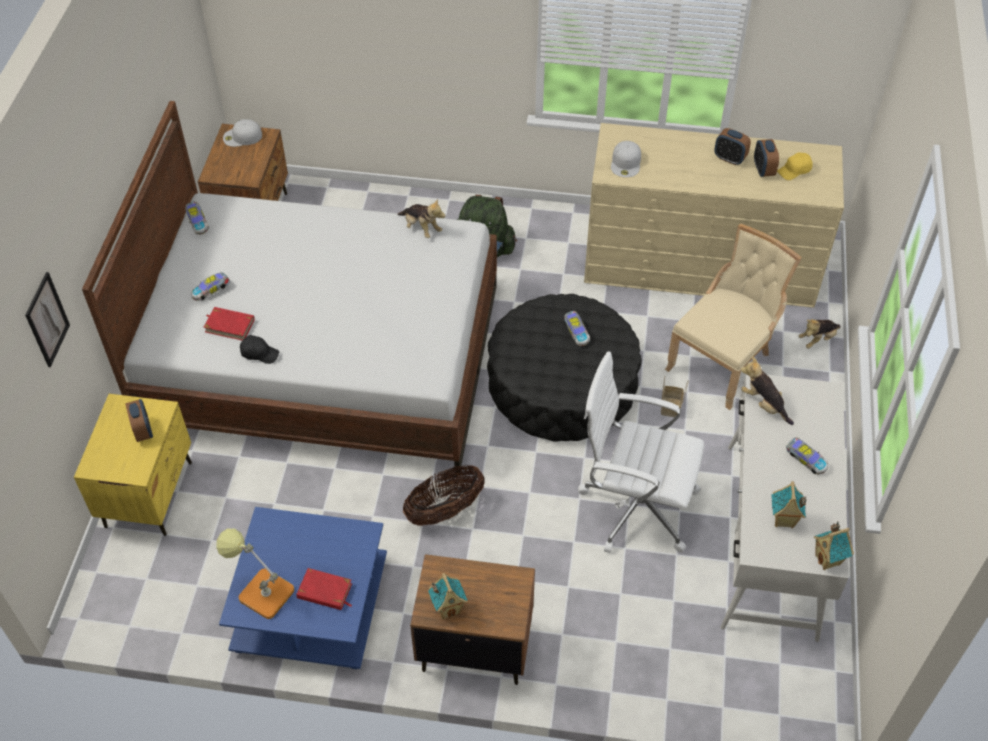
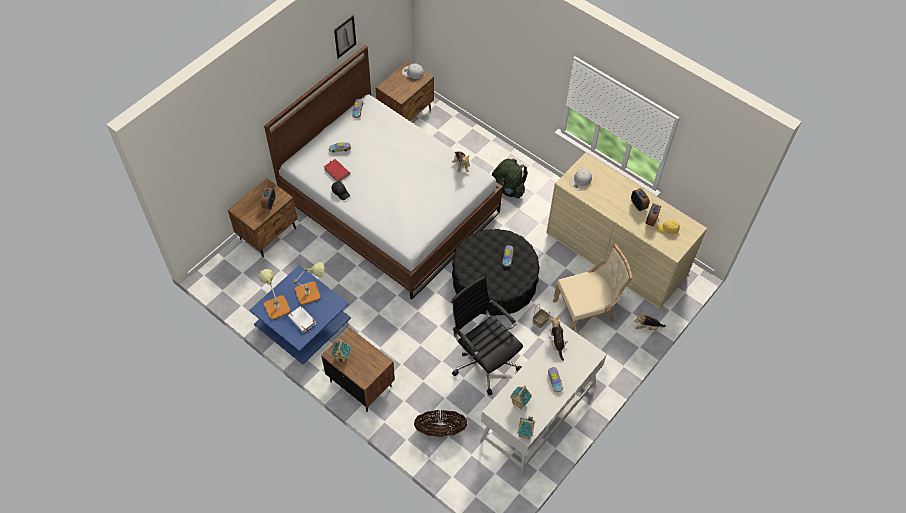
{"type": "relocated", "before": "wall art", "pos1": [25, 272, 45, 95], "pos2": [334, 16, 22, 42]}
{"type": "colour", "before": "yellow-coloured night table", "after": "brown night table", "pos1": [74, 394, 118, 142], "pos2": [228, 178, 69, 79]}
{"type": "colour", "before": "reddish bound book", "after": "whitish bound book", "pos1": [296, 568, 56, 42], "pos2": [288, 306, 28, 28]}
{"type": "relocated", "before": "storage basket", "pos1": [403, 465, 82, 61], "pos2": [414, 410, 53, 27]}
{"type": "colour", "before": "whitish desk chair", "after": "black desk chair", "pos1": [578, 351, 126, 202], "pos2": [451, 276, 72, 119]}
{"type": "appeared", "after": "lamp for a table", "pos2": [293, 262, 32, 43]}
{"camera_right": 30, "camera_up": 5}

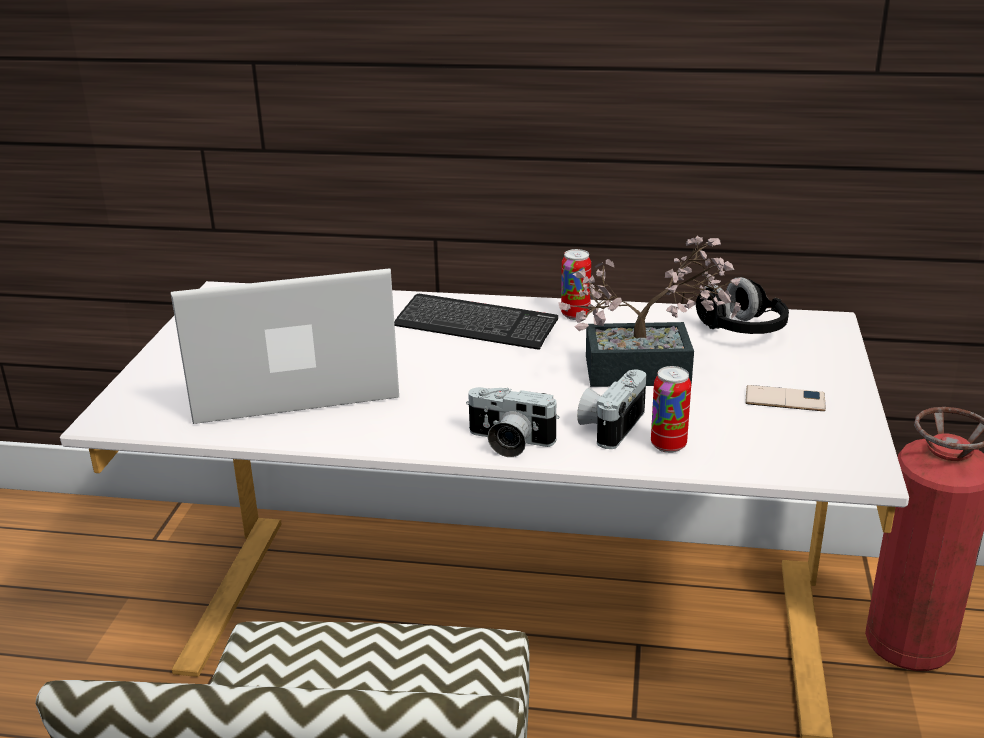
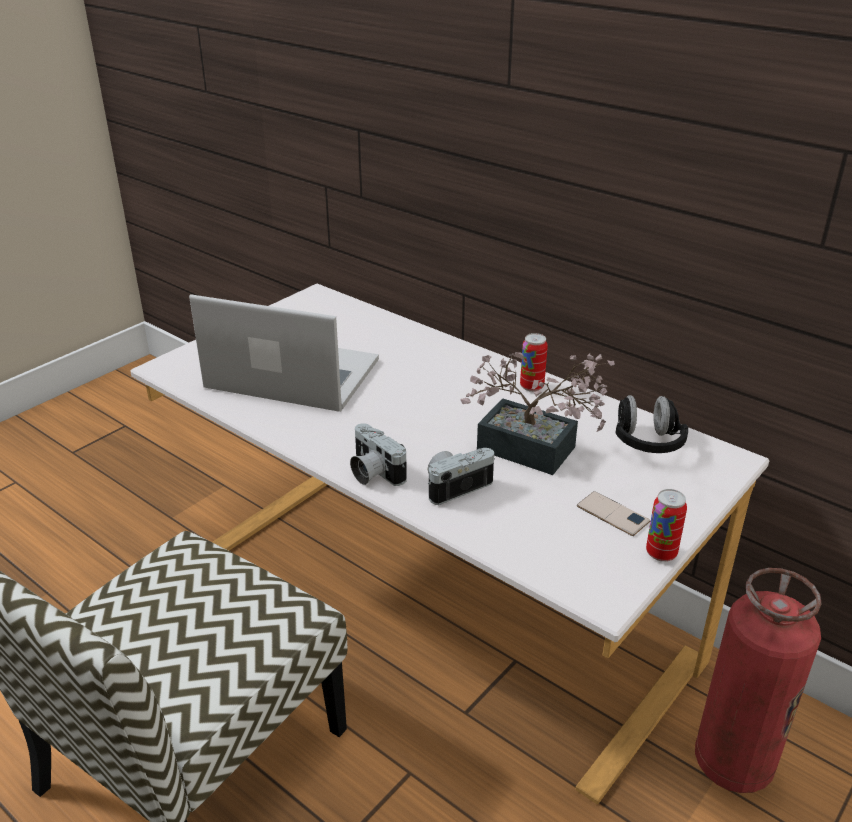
{"type": "missing", "before": "keyboard", "pos1": [394, 294, 164, 56]}
{"type": "relocated", "before": "can", "pos1": [651, 366, 40, 87], "pos2": [646, 489, 41, 73]}
{"camera_right": 30, "camera_up": 5}

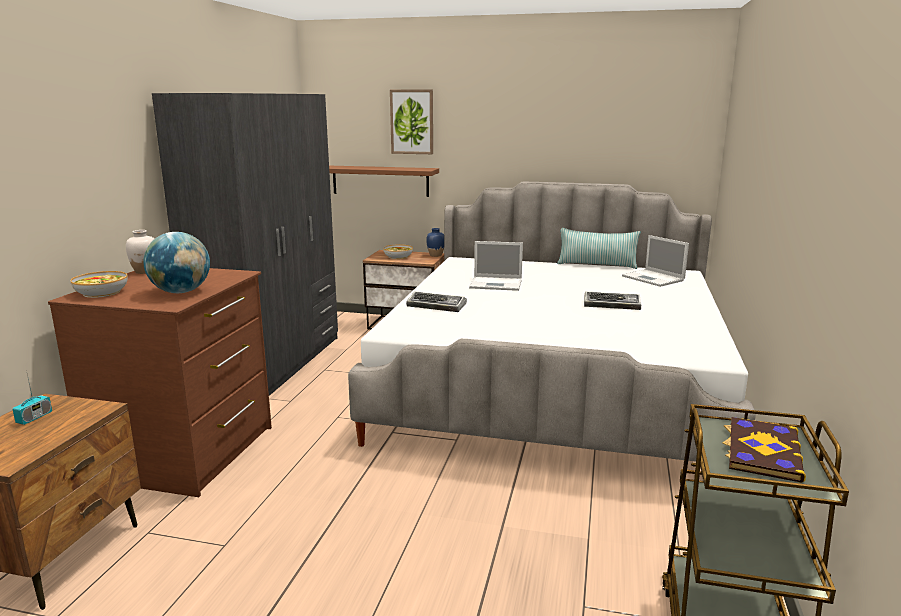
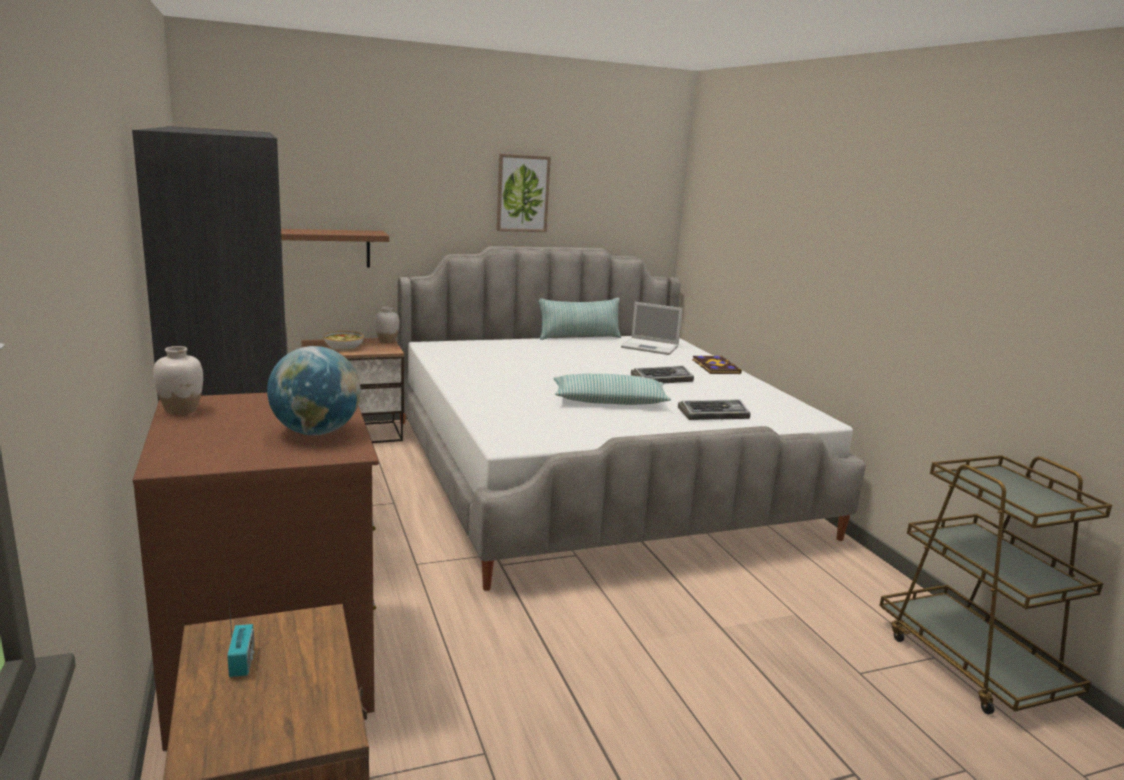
{"type": "missing", "before": "bowl", "pos1": [70, 271, 58, 27]}
{"type": "relocated", "before": "wall art", "pos1": [390, 89, 43, 65], "pos2": [496, 154, 55, 78]}
{"type": "relocated", "before": "keyboard", "pos1": [406, 291, 61, 21], "pos2": [678, 399, 73, 21]}
{"type": "colour", "before": "blue flower vase", "after": "whitish flower vase", "pos1": [426, 228, 18, 29], "pos2": [375, 307, 25, 36]}
{"type": "missing", "before": "portable computer", "pos1": [469, 241, 54, 50]}
{"type": "relocated", "before": "bound book", "pos1": [722, 417, 84, 66], "pos2": [692, 356, 50, 18]}
{"type": "appeared", "after": "cushion", "pos2": [554, 374, 117, 31]}
{"camera_right": -35, "camera_up": 0}

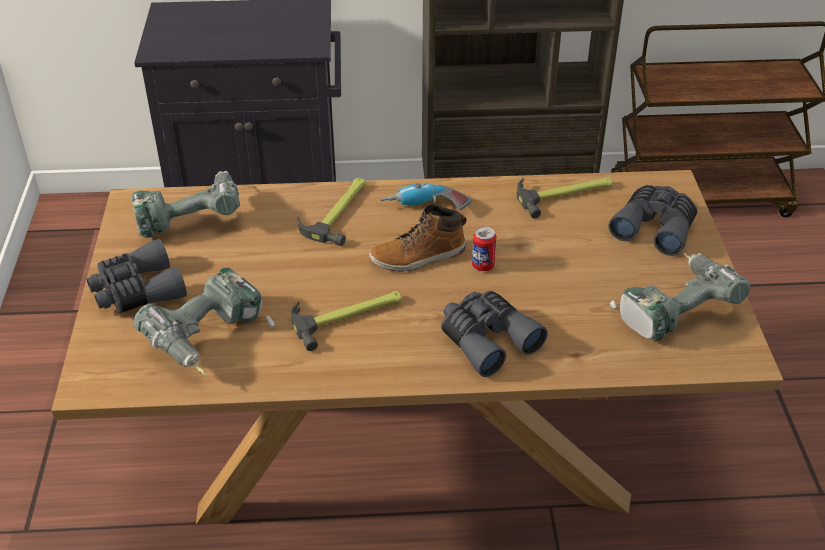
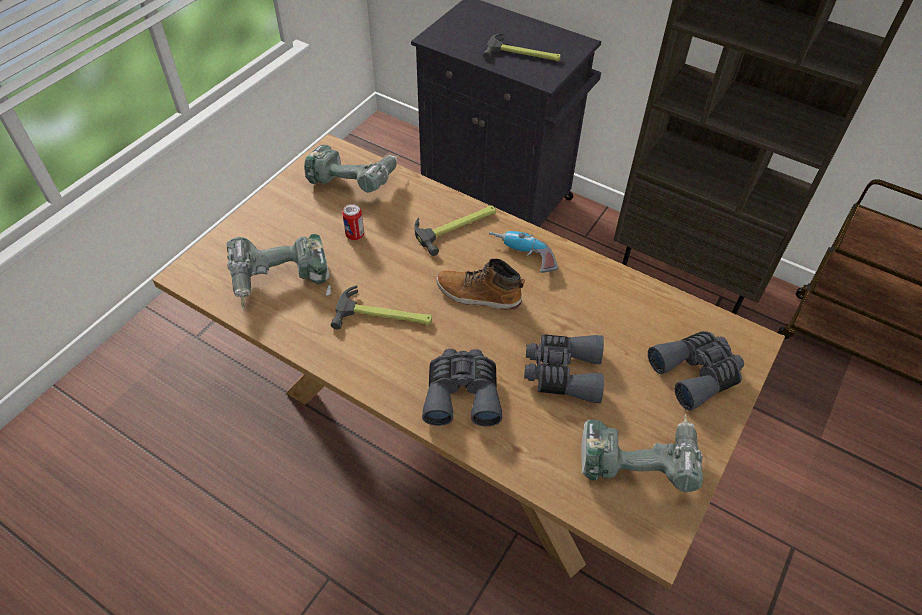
{"type": "relocated", "before": "gray pair of binoculars", "pos1": [87, 239, 100, 74], "pos2": [524, 335, 80, 68]}
{"type": "relocated", "before": "can", "pos1": [472, 227, 24, 44], "pos2": [342, 204, 22, 36]}
{"type": "relocated", "before": "hand hammer", "pos1": [517, 177, 96, 41], "pos2": [483, 33, 78, 28]}
{"camera_right": 35, "camera_up": 10}

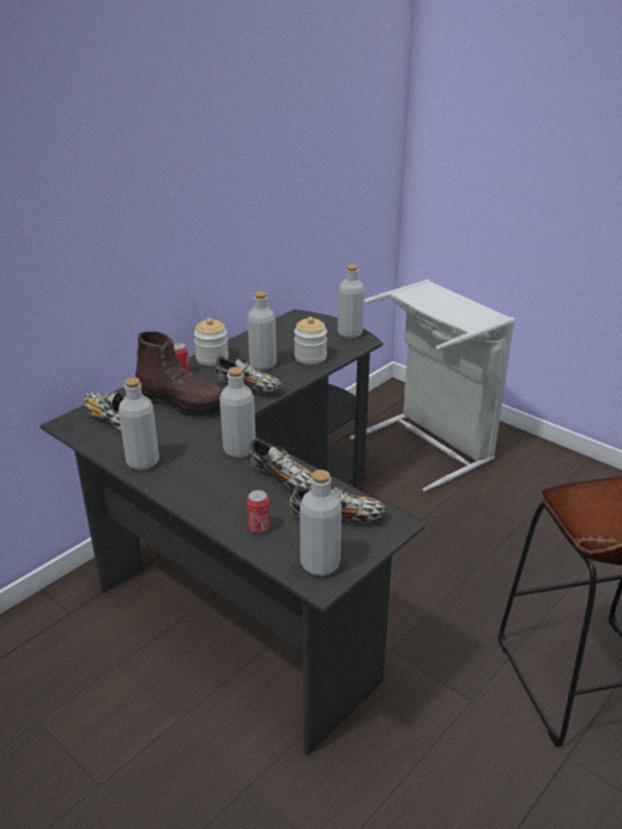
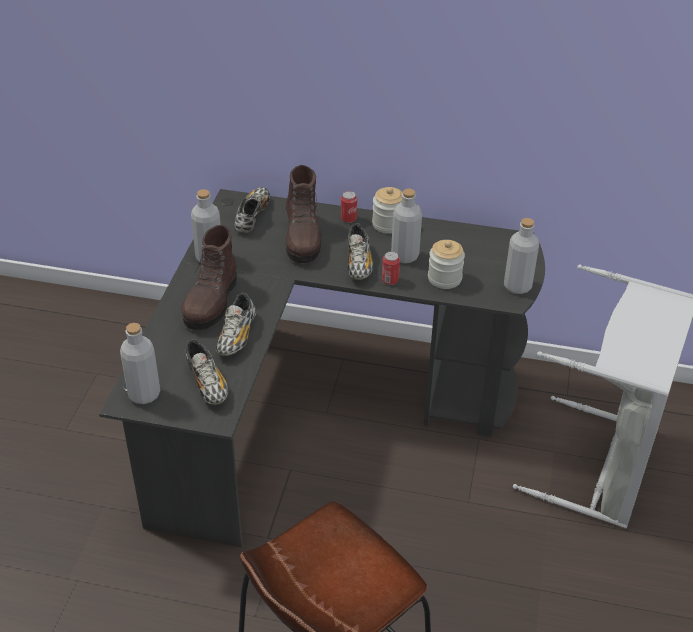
{"type": "missing", "before": "gray beverage bottle", "pos1": [220, 367, 36, 91]}
{"type": "relocated", "before": "can", "pos1": [246, 490, 24, 44], "pos2": [382, 251, 18, 34]}
{"type": "appeared", "after": "brown high-top boot", "pos2": [181, 225, 56, 105]}
{"camera_right": 60, "camera_up": 10}

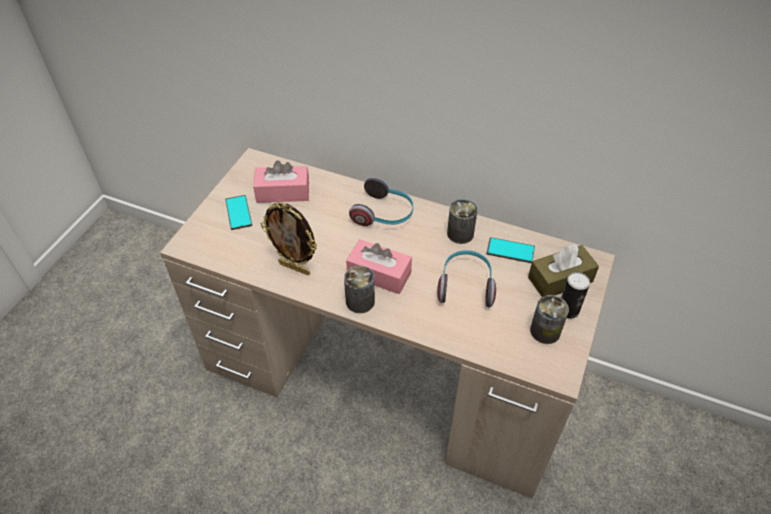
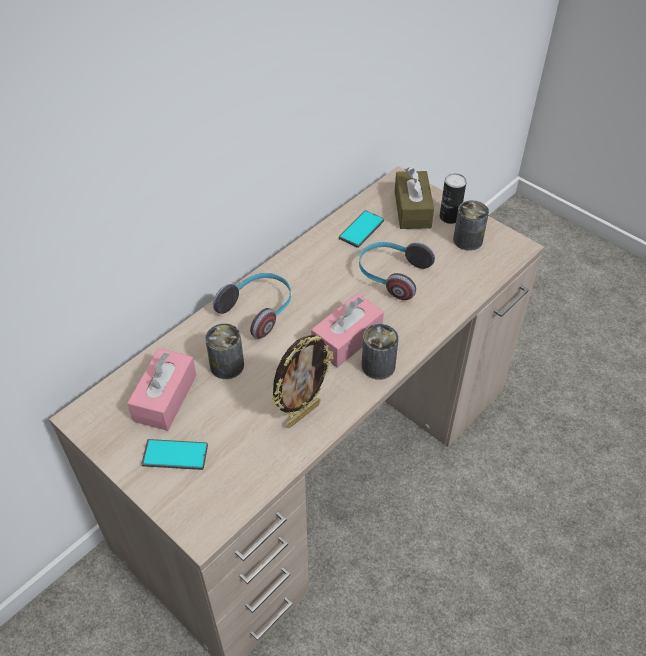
{"type": "relocated", "before": "can", "pos1": [447, 199, 31, 45], "pos2": [205, 323, 39, 56]}
{"camera_right": -70, "camera_up": 0}

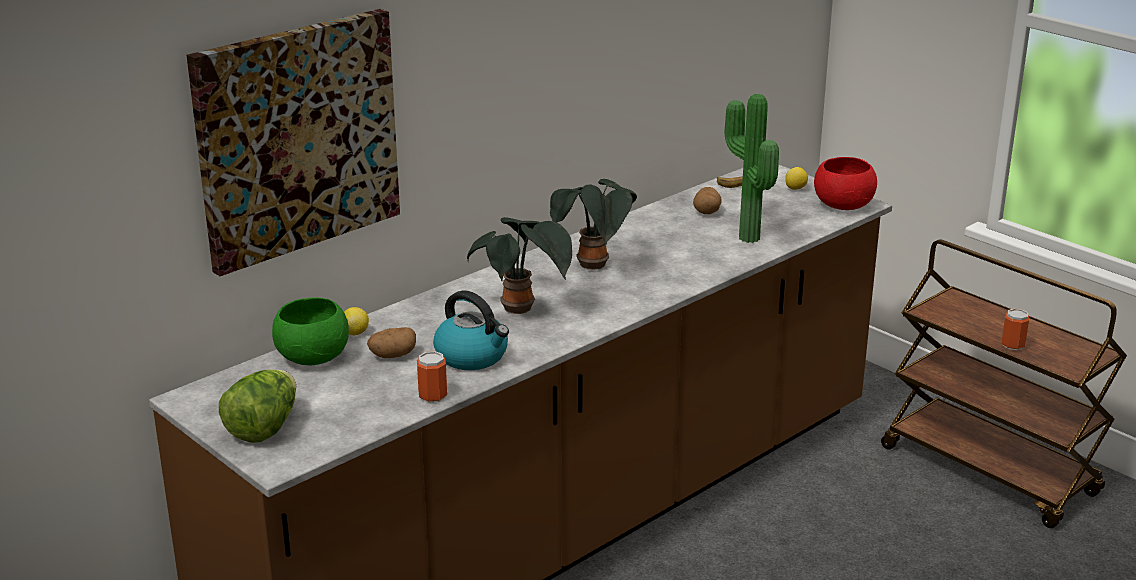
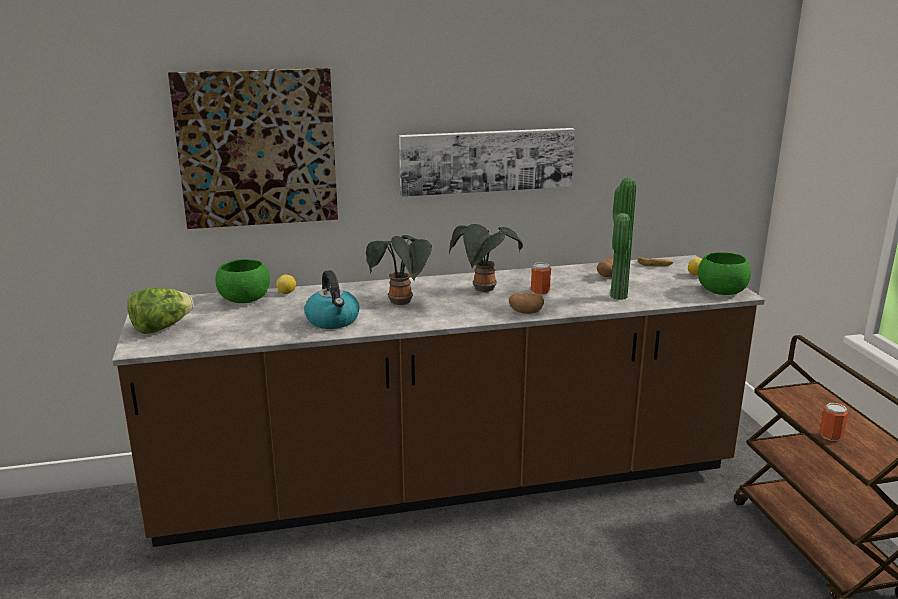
{"type": "relocated", "before": "spud", "pos1": [367, 327, 49, 31], "pos2": [509, 293, 35, 21]}
{"type": "relocated", "before": "can", "pos1": [417, 351, 30, 52], "pos2": [531, 262, 20, 33]}
{"type": "colour", "before": "reddish bowl", "after": "green-coloured bowl", "pos1": [814, 157, 63, 53], "pos2": [698, 252, 53, 43]}
{"type": "appeared", "after": "wall art", "pos2": [399, 128, 176, 69]}
{"camera_right": 30, "camera_up": -5}

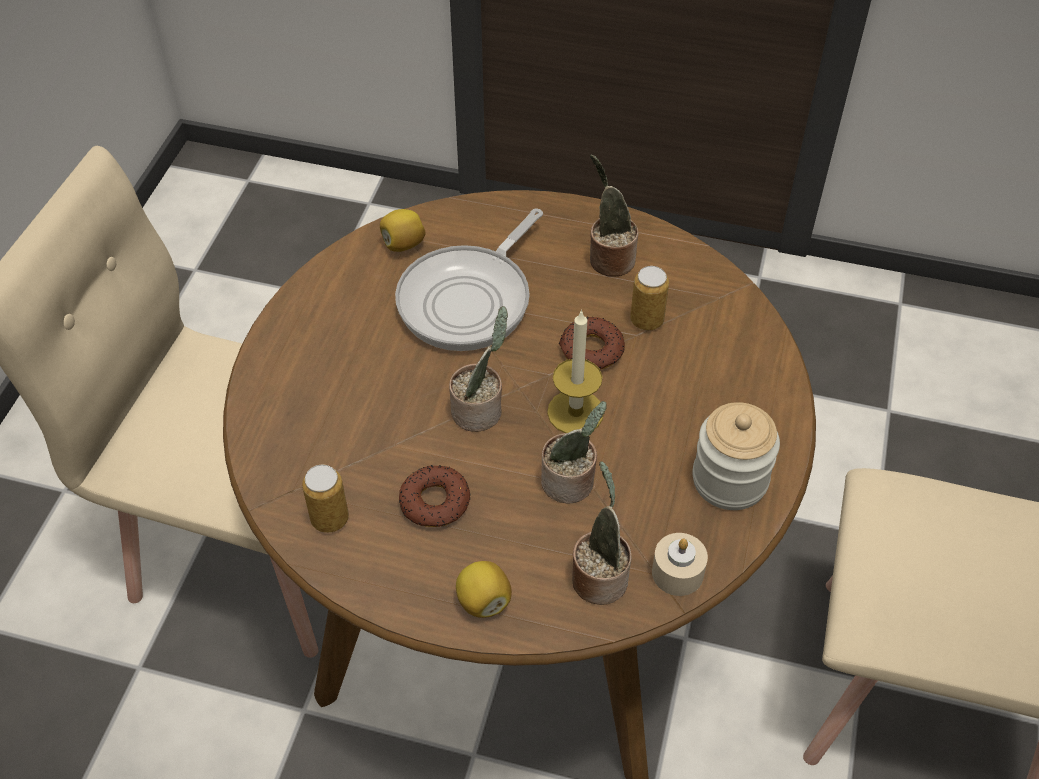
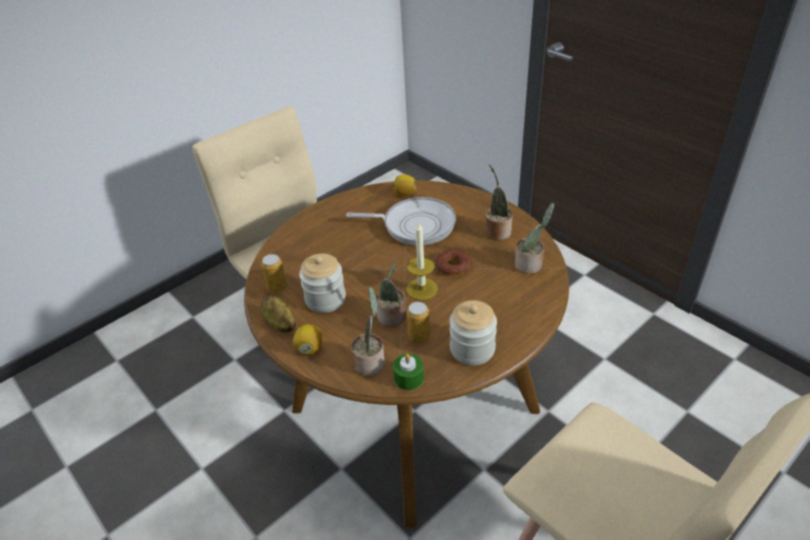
{"type": "spun", "before": "skillet", "pos1": [395, 209, 148, 142], "pos2": [346, 197, 110, 48], "turn": -150}
{"type": "exchanged", "before": "ring doughnut", "after": "storage jar", "pos1": [399, 465, 72, 62], "pos2": [299, 253, 47, 60]}
{"type": "relocated", "before": "plant in a pot", "pos1": [449, 306, 59, 126], "pos2": [515, 203, 39, 71]}
{"type": "relocated", "before": "can", "pos1": [630, 266, 39, 64], "pos2": [407, 302, 23, 41]}
{"type": "colour", "before": "beige wax candle", "after": "green-coloured wax candle", "pos1": [652, 533, 56, 63], "pos2": [393, 354, 31, 36]}
{"type": "appeared", "after": "spud", "pos2": [260, 295, 36, 37]}
{"camera_right": 35, "camera_up": -10}

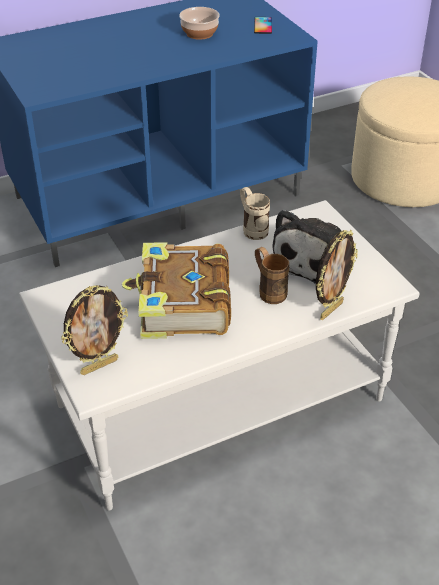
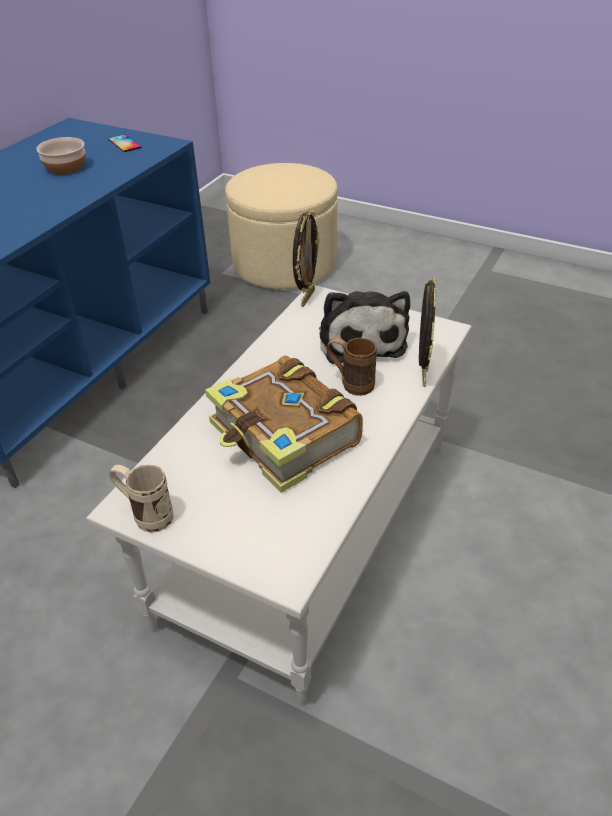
{"type": "relocated", "before": "picture frame", "pos1": [61, 285, 67, 90], "pos2": [293, 209, 27, 98]}
{"type": "relocated", "before": "beige mug", "pos1": [240, 187, 30, 53], "pos2": [109, 464, 64, 69]}
{"camera_right": -35, "camera_up": 0}

